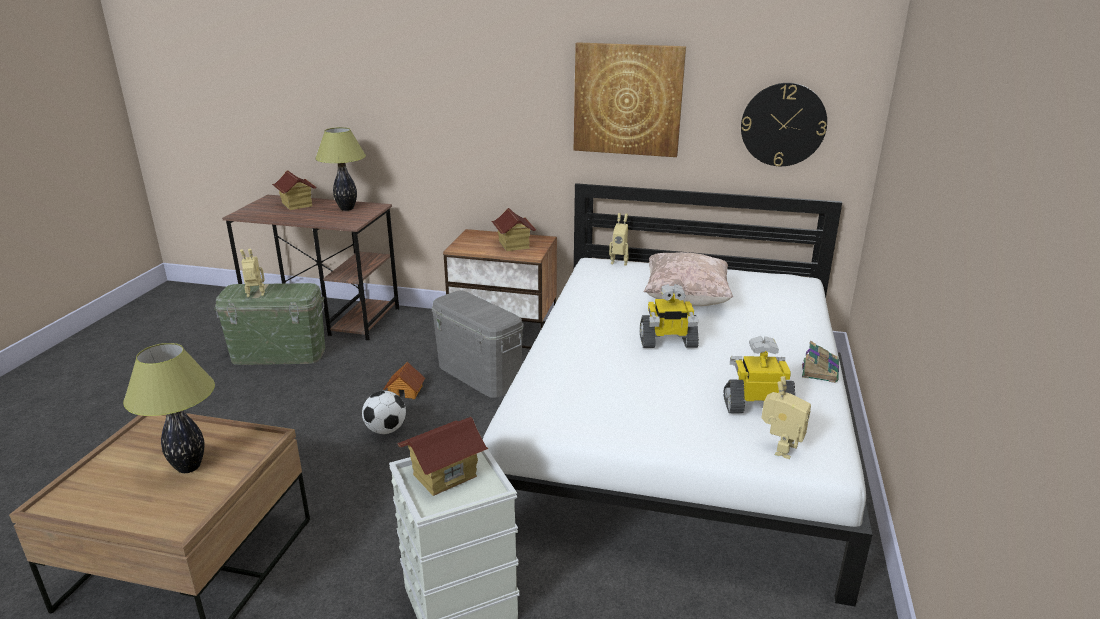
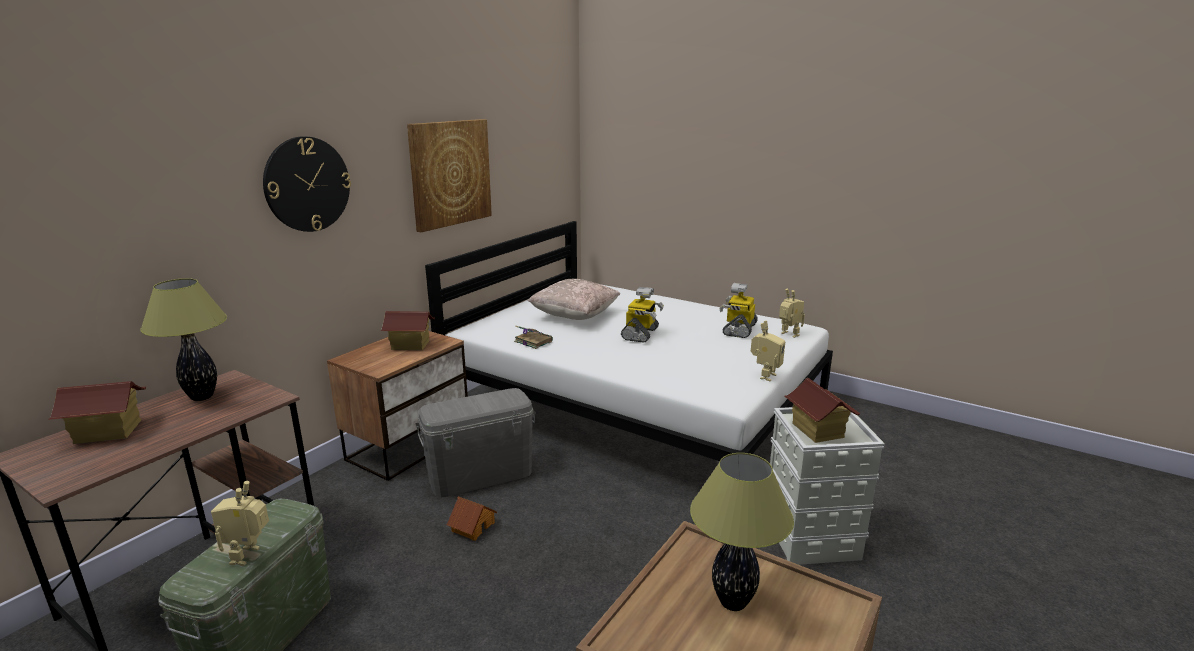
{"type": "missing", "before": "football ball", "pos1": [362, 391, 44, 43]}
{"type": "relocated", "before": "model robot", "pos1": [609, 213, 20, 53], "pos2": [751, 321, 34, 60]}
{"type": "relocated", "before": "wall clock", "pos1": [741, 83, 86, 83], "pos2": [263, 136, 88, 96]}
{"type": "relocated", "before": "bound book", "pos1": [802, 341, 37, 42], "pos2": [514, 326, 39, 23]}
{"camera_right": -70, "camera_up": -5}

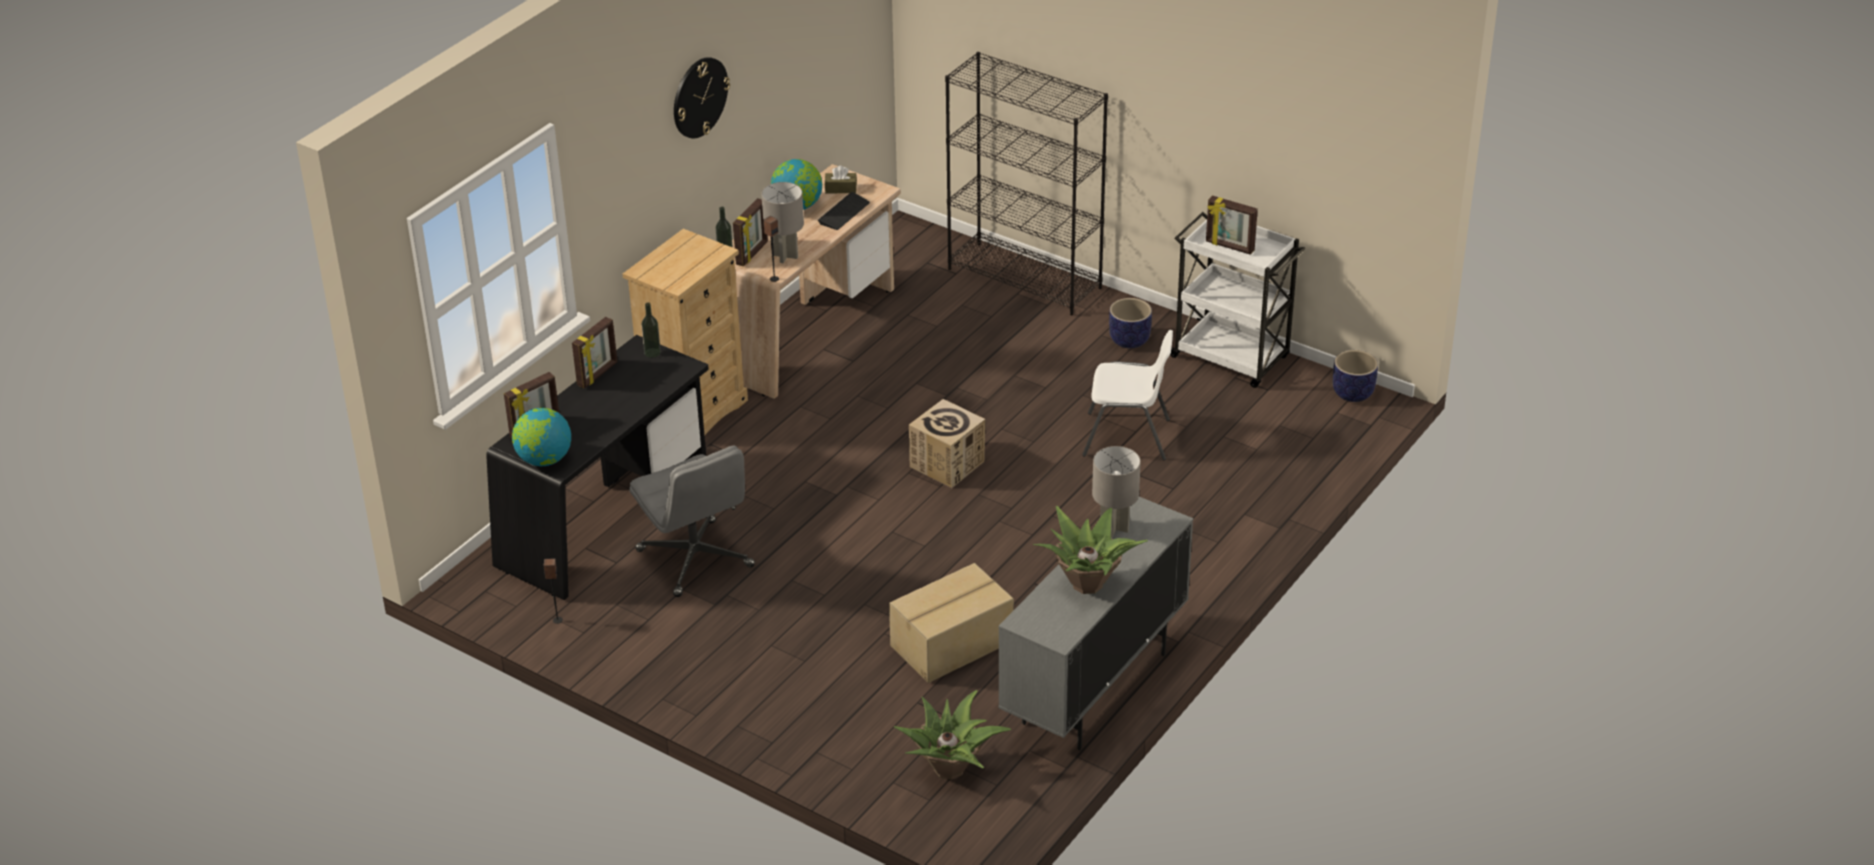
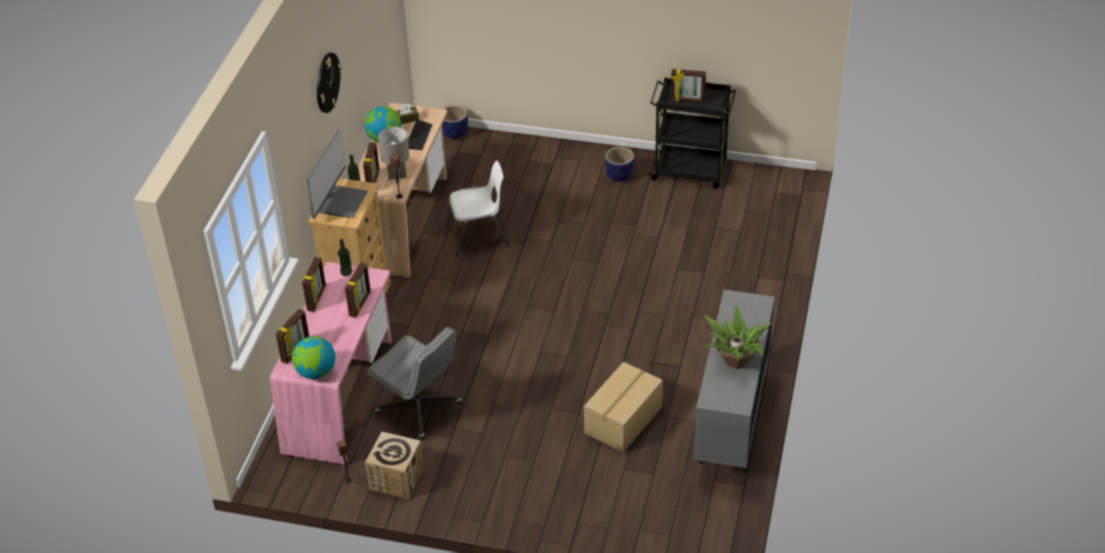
{"type": "colour", "before": "black desk", "after": "pink-coloured desk", "pos1": [486, 335, 223, 265], "pos2": [270, 262, 122, 203]}
{"type": "missing", "before": "plant in a pot", "pos1": [894, 690, 117, 90]}
{"type": "relocated", "before": "cardboard box", "pos1": [909, 399, 76, 89], "pos2": [365, 432, 58, 67]}
{"type": "missing", "before": "black bookcase", "pos1": [945, 52, 163, 263]}
{"type": "relocated", "before": "whitish upright chair", "pos1": [1082, 330, 91, 130], "pos2": [446, 161, 64, 96]}
{"type": "missing", "before": "gray lamp for a table", "pos1": [1092, 446, 49, 91]}
{"type": "colour", "before": "whitish trolley", "after": "black trolley", "pos1": [1170, 212, 135, 176], "pos2": [649, 77, 88, 112]}
{"type": "relocated", "before": "plant pot", "pos1": [1333, 350, 45, 52], "pos2": [442, 105, 26, 34]}
{"type": "appeared", "after": "computer display", "pos2": [307, 129, 61, 90]}
{"type": "appeared", "after": "picture frame", "pos2": [345, 263, 26, 55]}
{"camera_right": -20, "camera_up": 5}

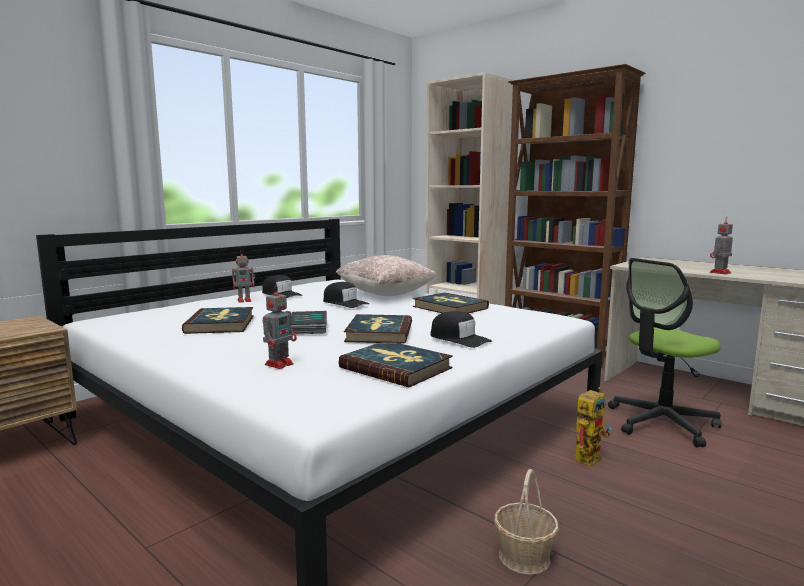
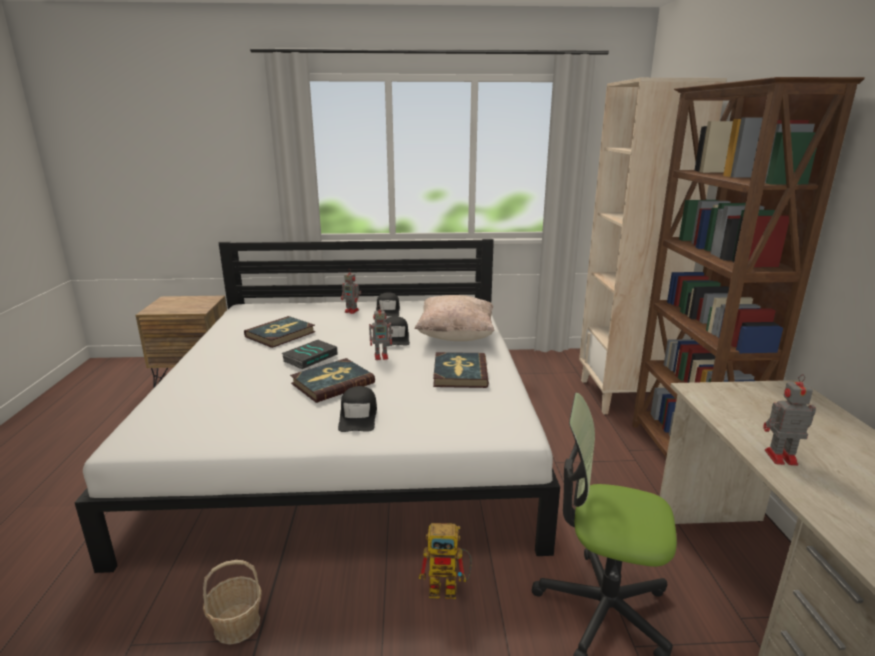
{"type": "relocated", "before": "model robot", "pos1": [263, 285, 34, 84], "pos2": [369, 305, 24, 55]}
{"type": "missing", "before": "bound book", "pos1": [338, 341, 115, 46]}
{"camera_right": 45, "camera_up": 10}

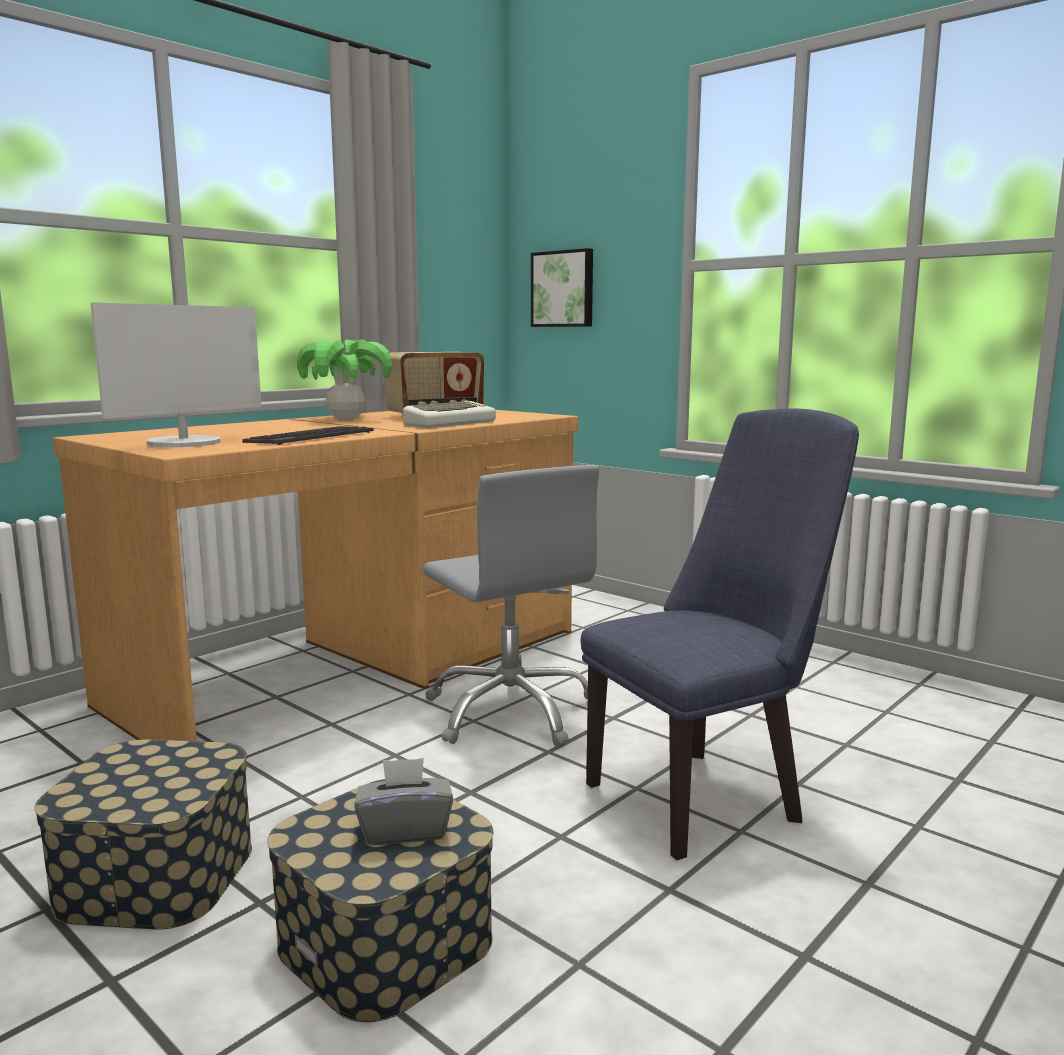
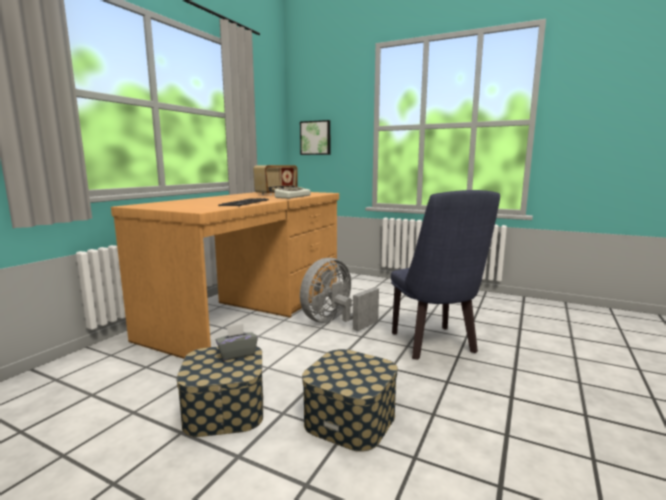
{"type": "missing", "before": "computer display", "pos1": [90, 302, 171, 145]}
{"type": "missing", "before": "plant in a pot", "pos1": [297, 339, 95, 81]}
{"type": "relocated", "before": "gray tissue holder", "pos1": [354, 758, 99, 87], "pos2": [216, 324, 42, 36]}
{"type": "exchanged", "before": "gray desk chair", "after": "gray fan", "pos1": [423, 465, 176, 281], "pos2": [300, 258, 79, 73]}
{"type": "spun", "before": "blue upright chair", "pos1": [581, 408, 278, 452], "pos2": [391, 190, 109, 170], "turn": 120}
{"camera_right": -15, "camera_up": 0}

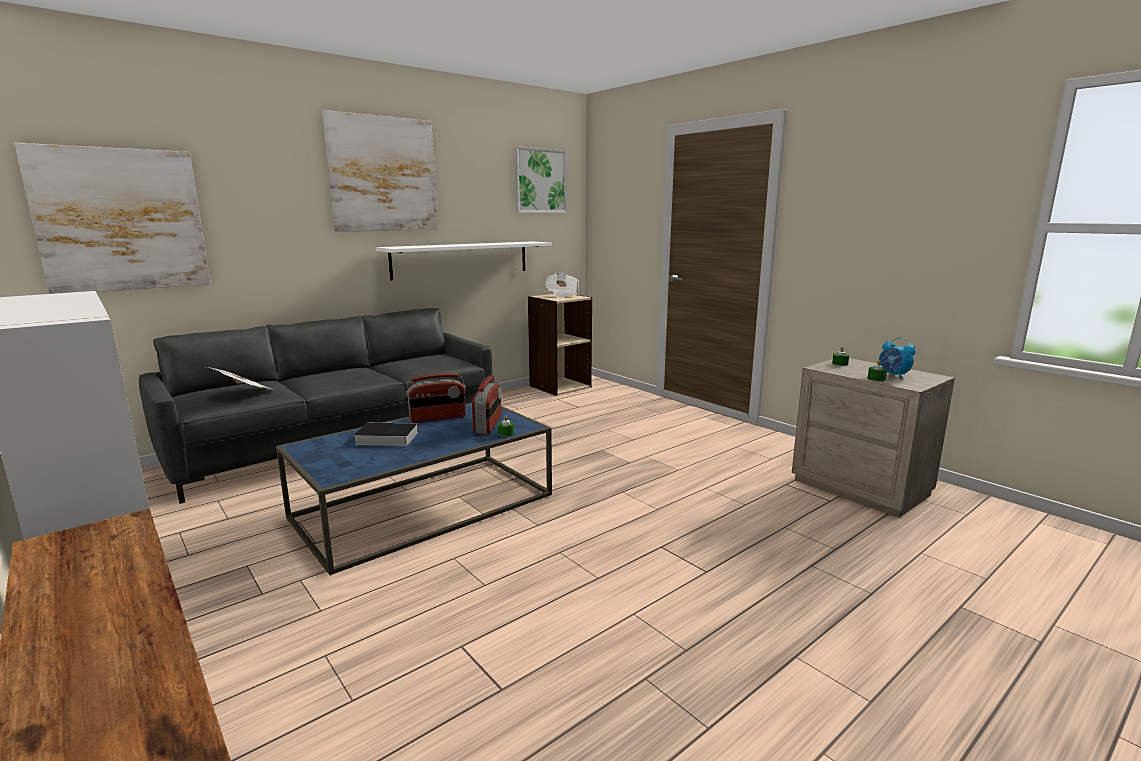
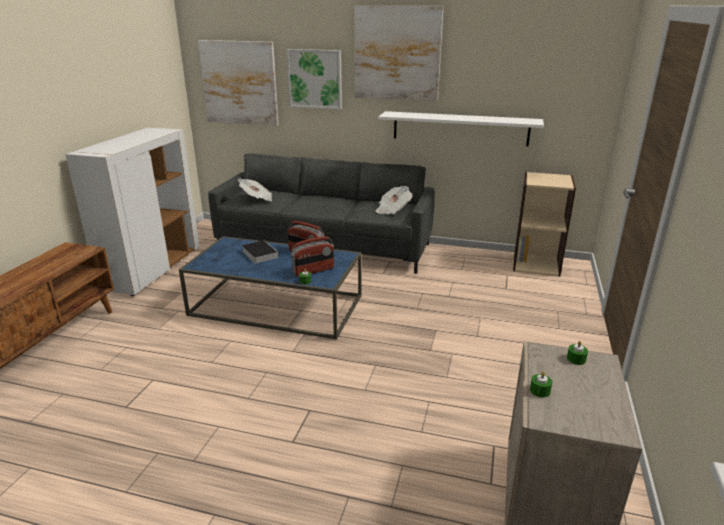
{"type": "relocated", "before": "wall art", "pos1": [514, 147, 53, 66], "pos2": [286, 49, 56, 60]}
{"type": "relocated", "before": "newspaper", "pos1": [545, 273, 34, 25], "pos2": [376, 186, 37, 28]}
{"type": "missing", "before": "bedside clock", "pos1": [879, 337, 37, 42]}
{"camera_right": 55, "camera_up": 10}

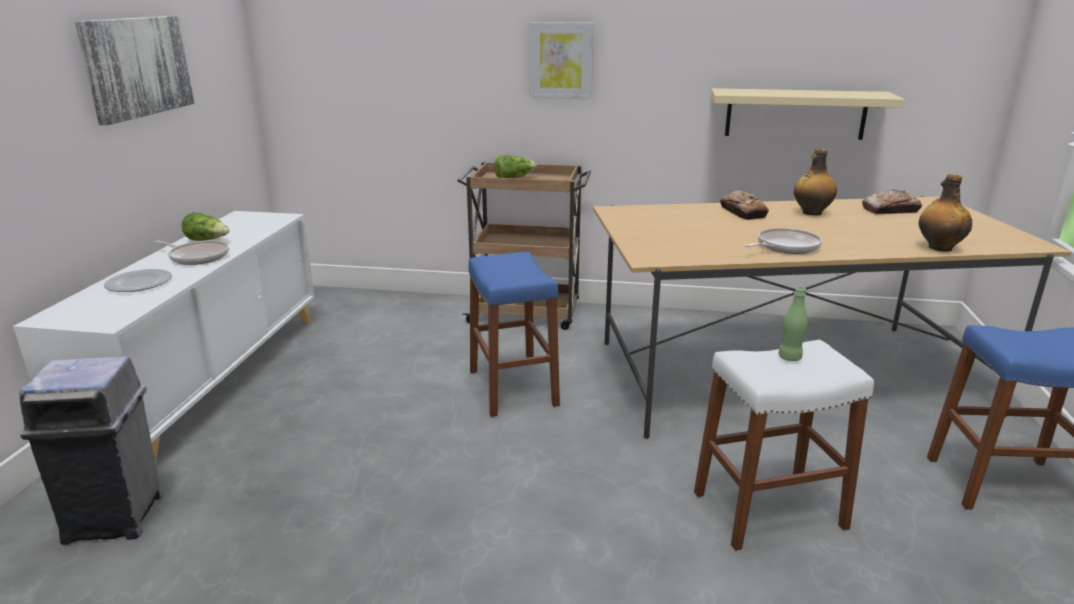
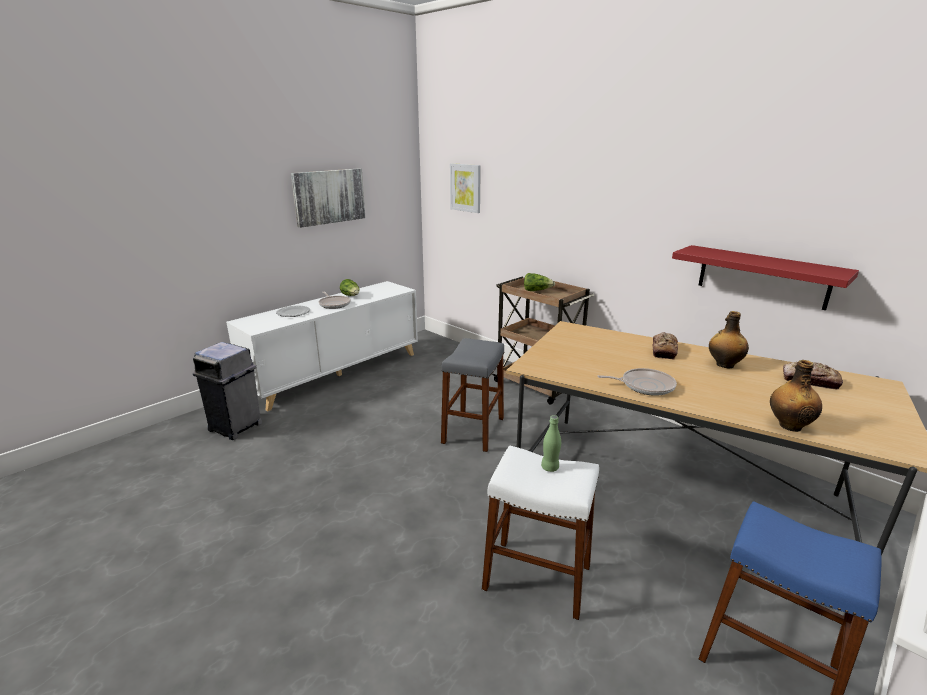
{"type": "colour", "before": "blue sitting stool", "after": "gray sitting stool", "pos1": [468, 252, 92, 165], "pos2": [441, 338, 64, 114]}
{"type": "relocated", "before": "wall art", "pos1": [529, 22, 65, 77], "pos2": [450, 163, 31, 50]}
{"type": "colour", "before": "beige bracket shelf", "after": "reddish bracket shelf", "pos1": [711, 88, 194, 52], "pos2": [672, 245, 187, 65]}
{"camera_right": 35, "camera_up": 0}

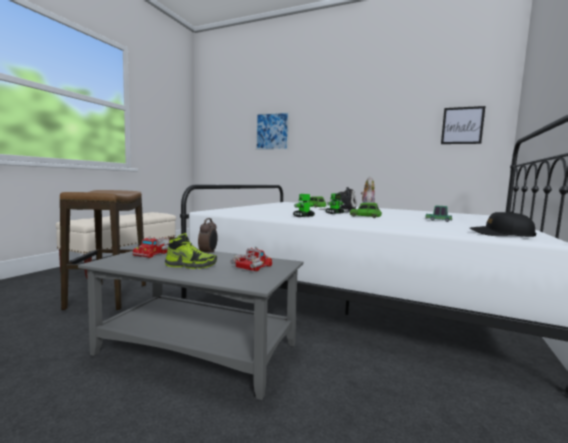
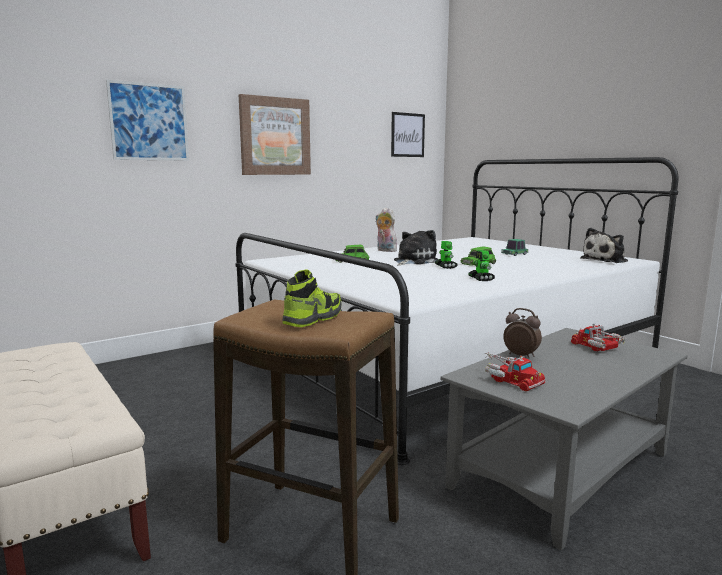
{"type": "relocated", "before": "item of footwear", "pos1": [165, 233, 52, 36], "pos2": [282, 269, 60, 58]}
{"type": "exchanged", "before": "black peaked cap", "after": "soft toy", "pos1": [470, 212, 66, 25], "pos2": [580, 228, 48, 35]}
{"type": "appeared", "after": "wall art", "pos2": [239, 94, 72, 81]}
{"camera_right": -60, "camera_up": 5}

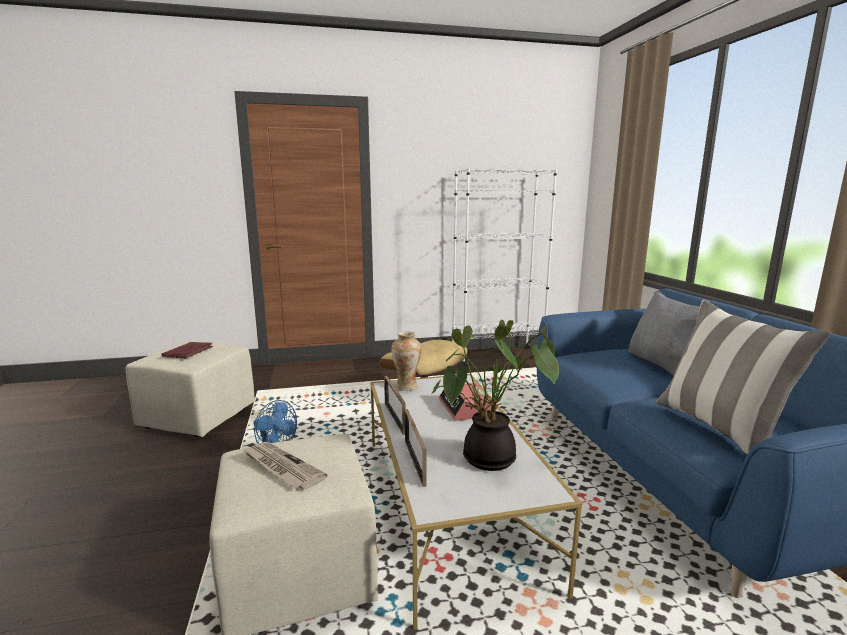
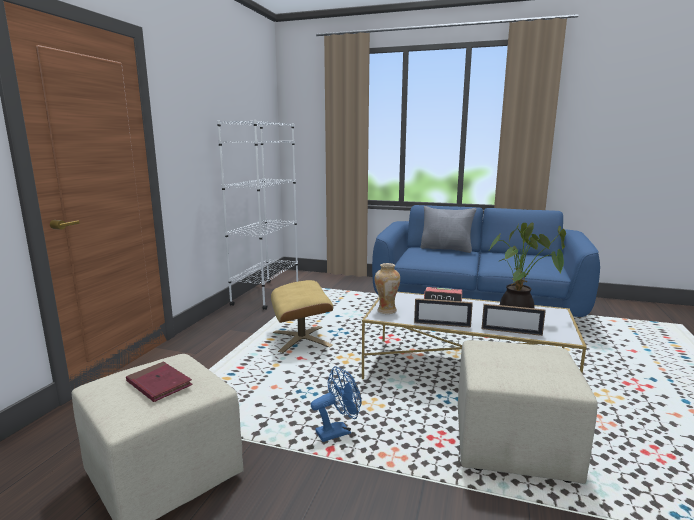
{"type": "missing", "before": "newspaper", "pos1": [242, 442, 85, 48]}
{"type": "missing", "before": "cushion", "pos1": [656, 300, 175, 154]}
{"camera_right": -60, "camera_up": 0}

